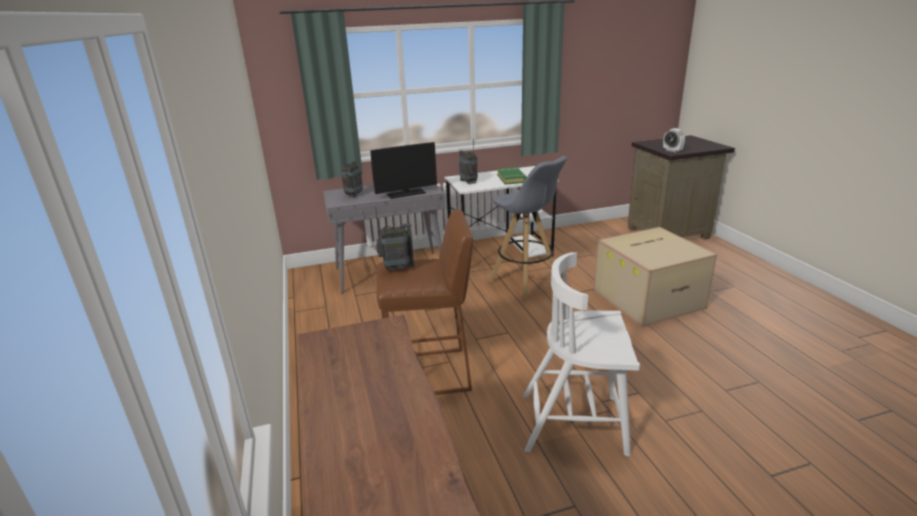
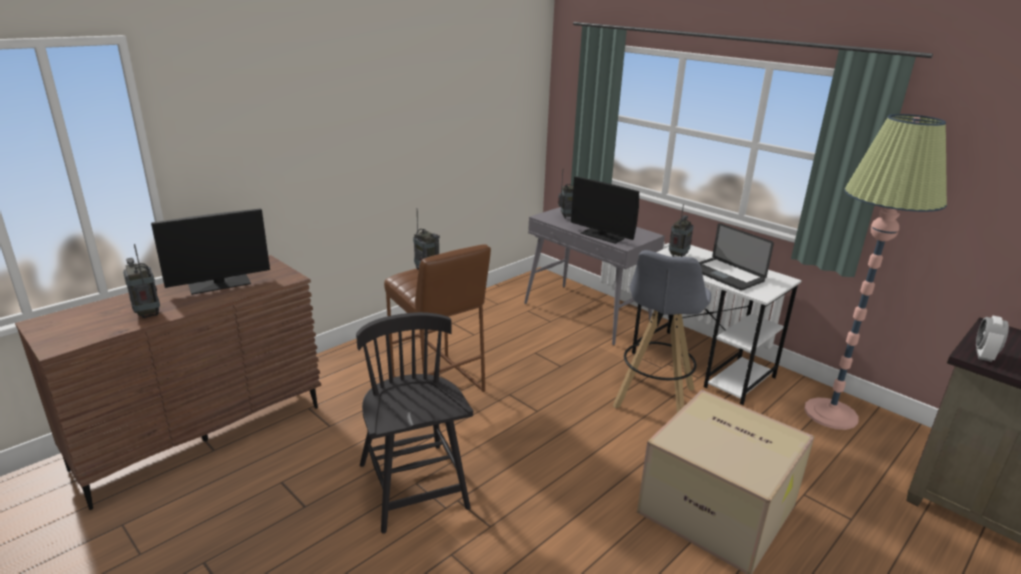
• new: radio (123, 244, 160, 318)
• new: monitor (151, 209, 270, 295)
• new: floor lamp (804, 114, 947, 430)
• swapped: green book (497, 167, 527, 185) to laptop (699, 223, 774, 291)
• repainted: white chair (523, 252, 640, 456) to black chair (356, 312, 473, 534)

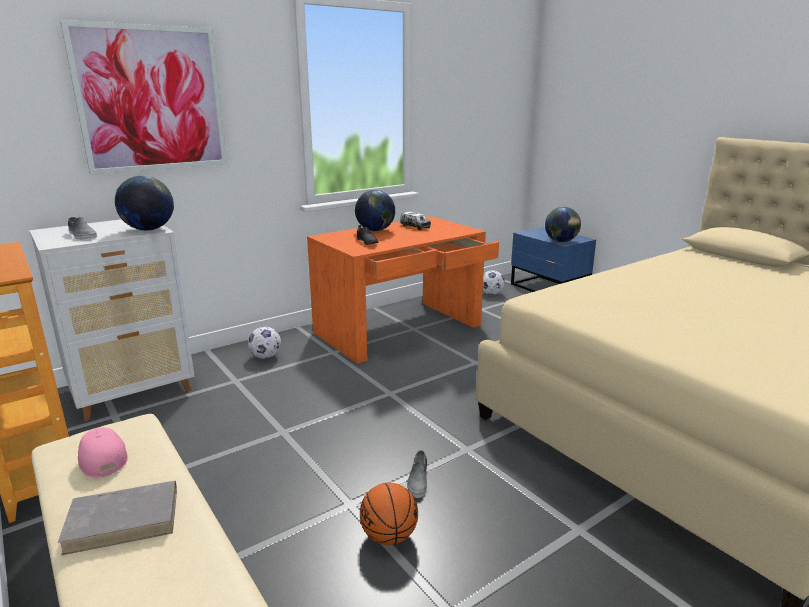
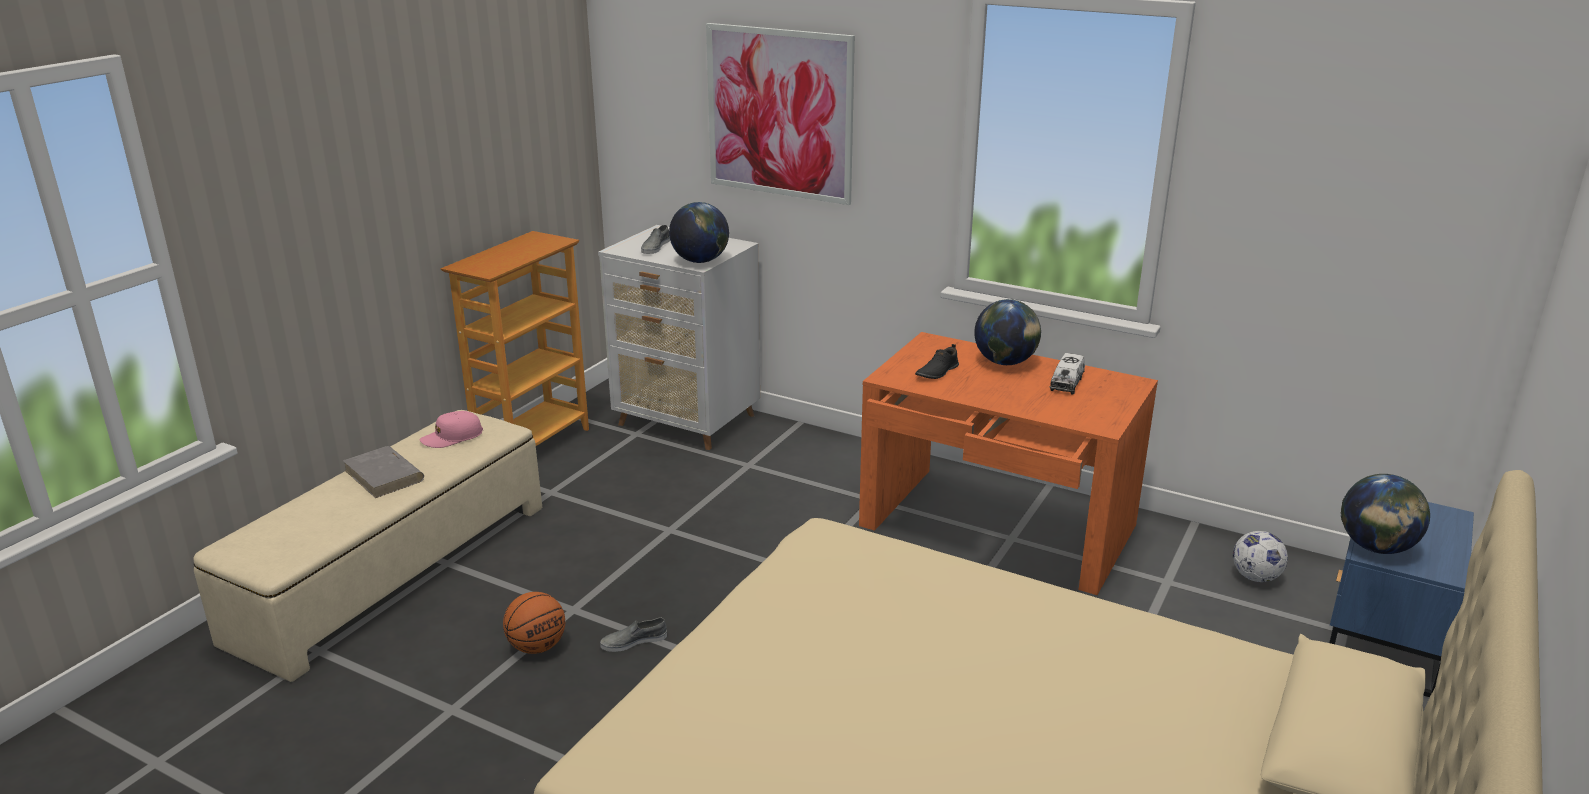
• gone: football (248, 327, 281, 359)
• rotated: pink cap (78, 427, 128, 477) = (420, 411, 483, 448) 150 degrees counterclockwise

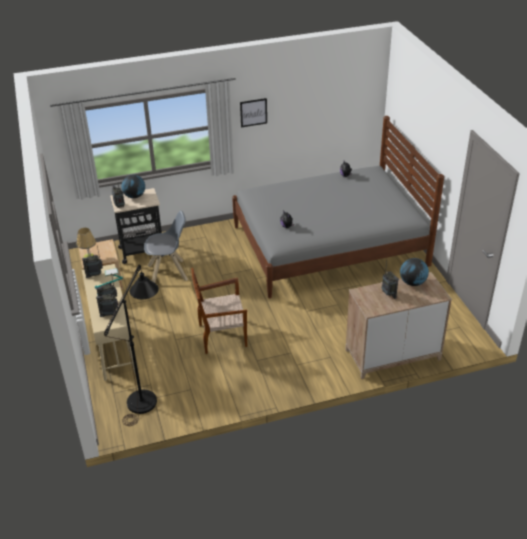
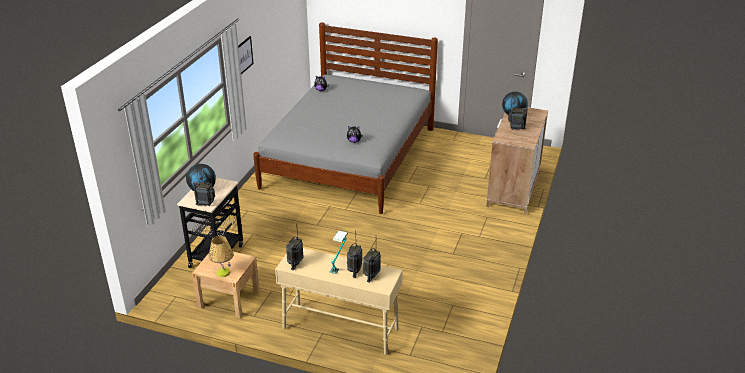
• gone: black floor lamp (104, 265, 159, 426)
• gone: grey chair (144, 211, 188, 283)
• gone: brown armchair (191, 268, 247, 354)

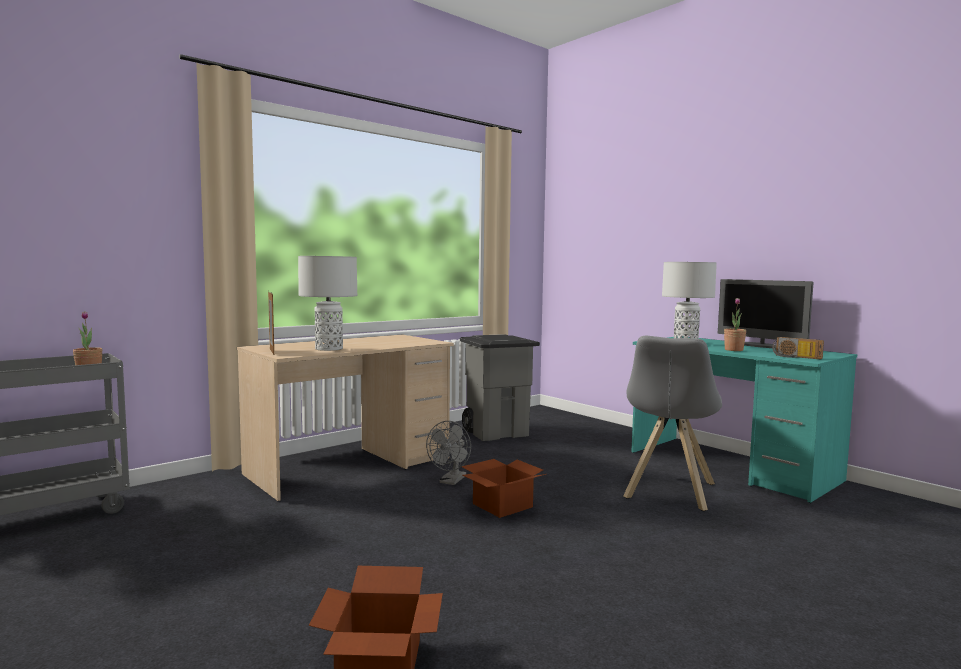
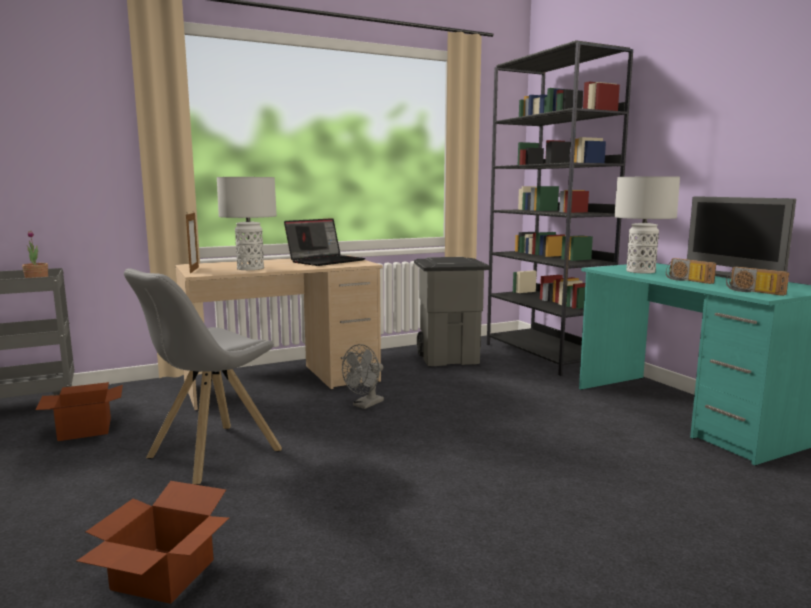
• new: laptop (284, 218, 365, 266)
• new: black bookcase (487, 40, 633, 376)
• shifted: cardboard box (461, 459, 546, 518) to (36, 382, 123, 441)
• shifted: grey chair (623, 336, 722, 511) to (124, 268, 282, 485)
• swapped: potted plant (724, 298, 746, 351) to radio (666, 258, 716, 284)

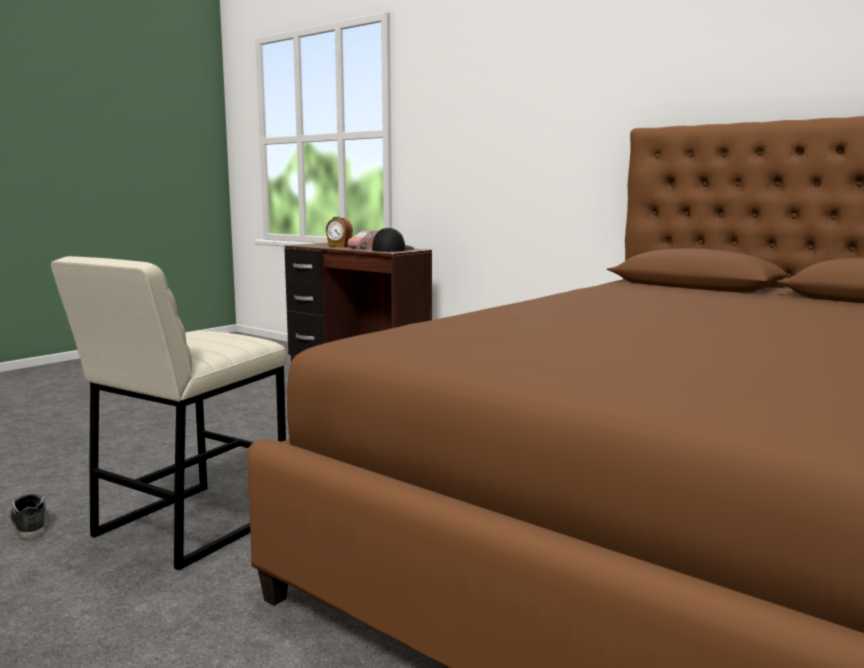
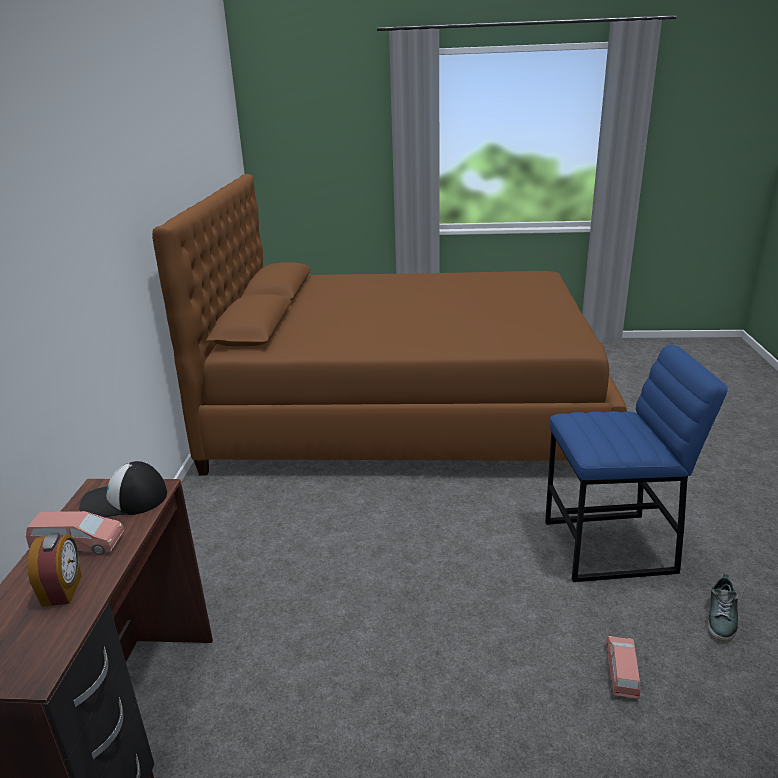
• new: pink toy car (606, 636, 640, 699)
• repainted: beige chair (51, 256, 286, 570) to blue chair (545, 345, 728, 582)

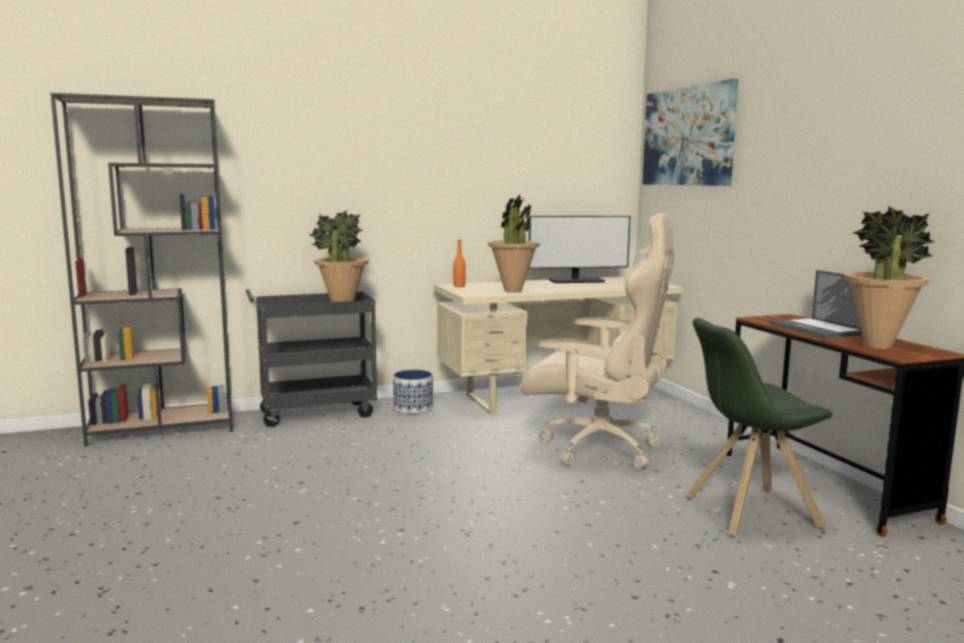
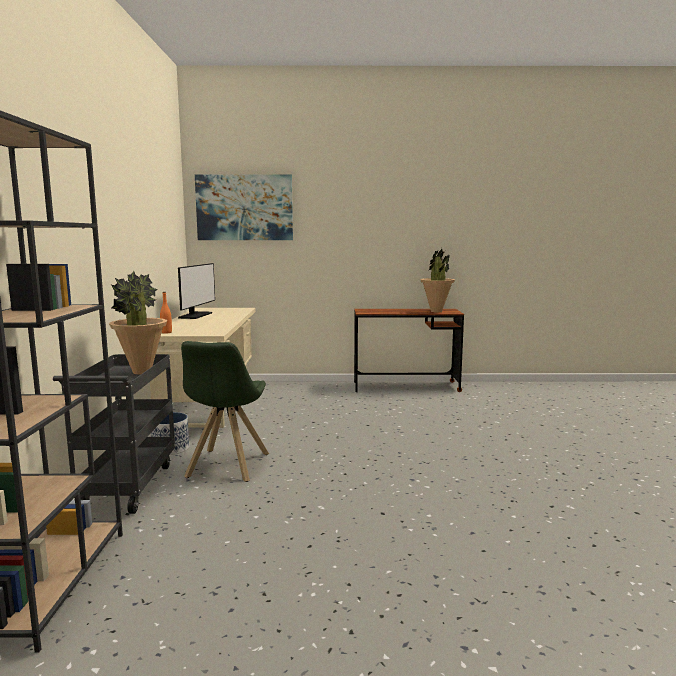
• gone: potted plant (488, 193, 540, 293)
• gone: beige office chair (521, 213, 674, 469)
• gone: laptop (770, 270, 862, 338)
• shifted: green chair (685, 318, 832, 537) to (181, 341, 269, 482)

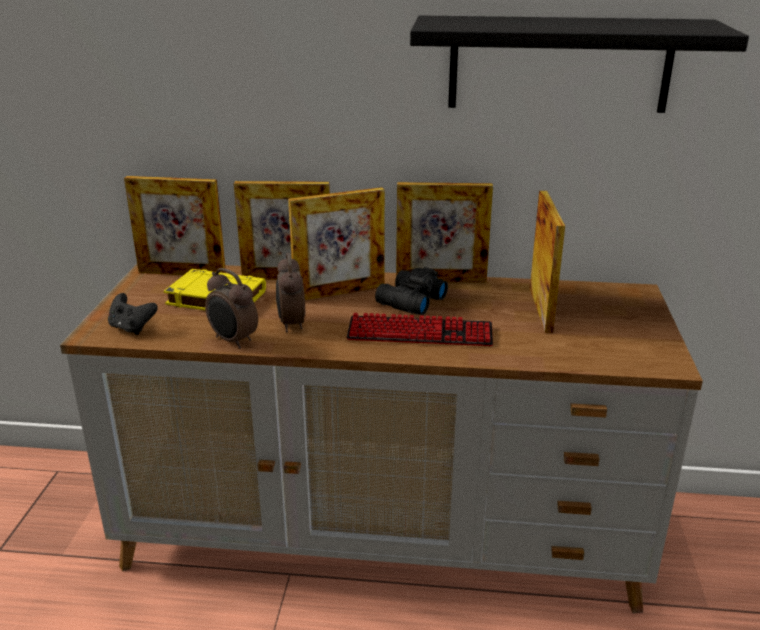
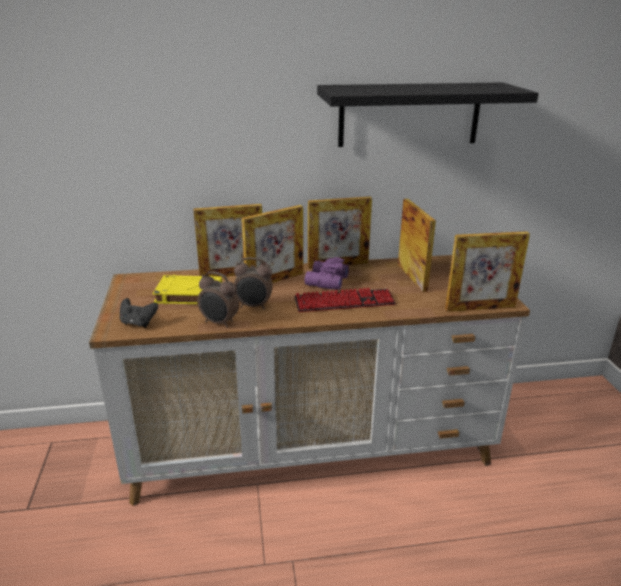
• shifted: picture frame (124, 176, 226, 275) to (445, 231, 530, 312)
• repainted: black binoculars (375, 267, 448, 315) to purple binoculars (305, 257, 349, 290)
• rotated: alarm clock (276, 253, 305, 332) = (234, 257, 273, 309) 60 degrees counterclockwise

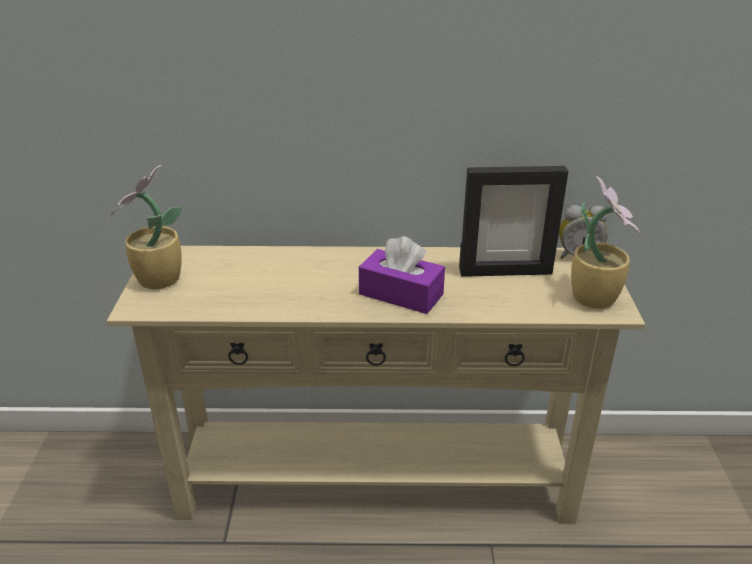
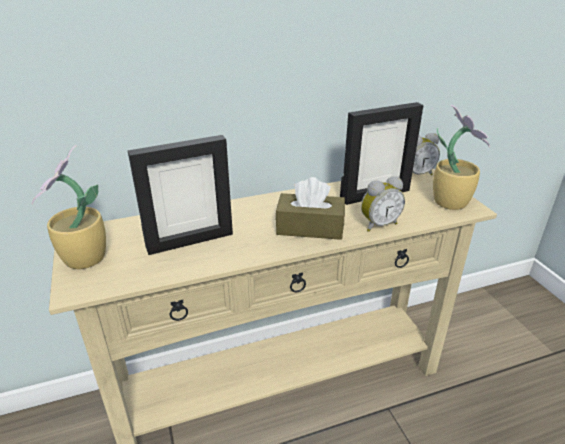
• new: picture frame (128, 135, 233, 255)
• new: alarm clock (361, 176, 405, 232)
• repainted: purple tissue box (359, 236, 445, 314) to brown tissue box (276, 177, 345, 240)

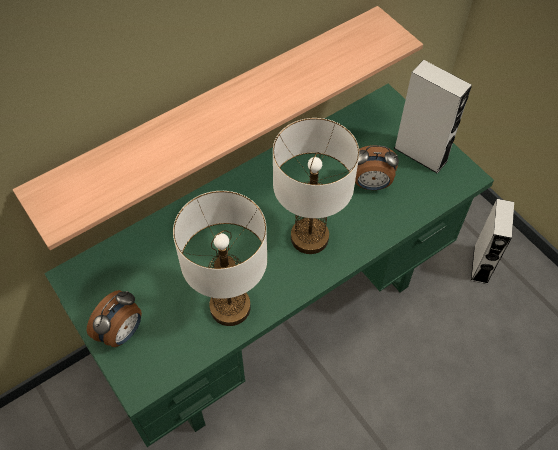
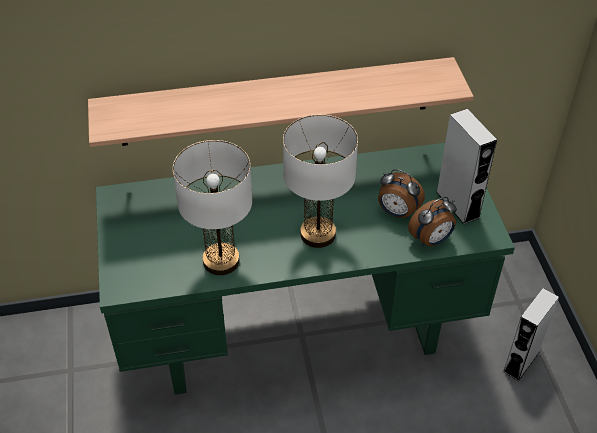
• shifted: alarm clock (87, 290, 142, 347) to (408, 197, 457, 247)

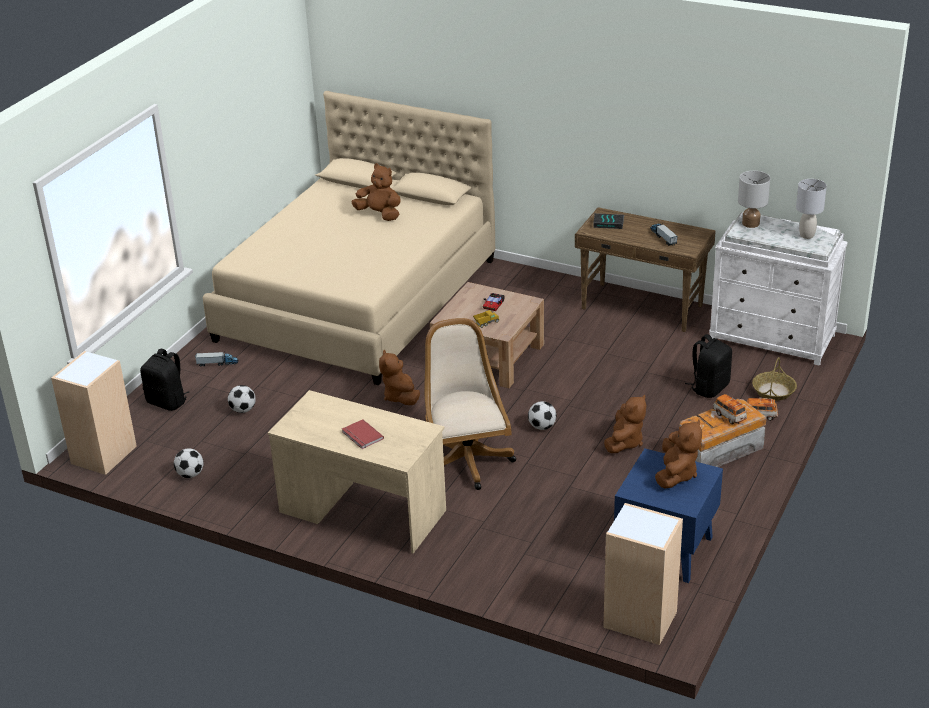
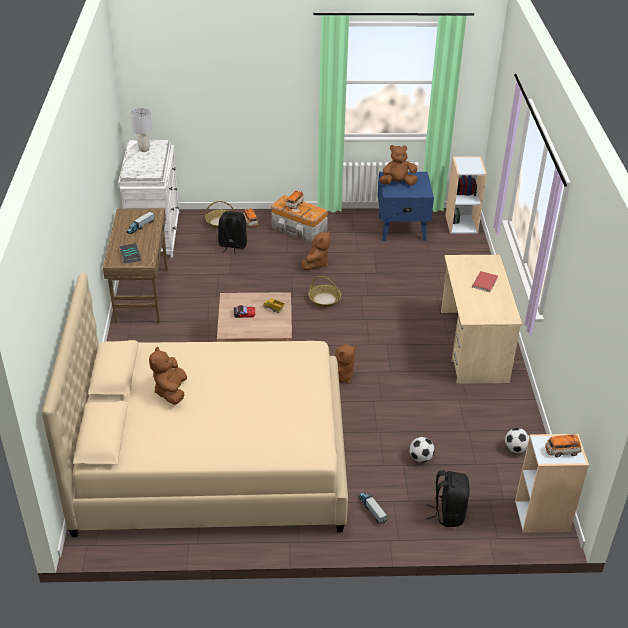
• gone: office chair (424, 318, 516, 490)
• gone: grey table lamp (738, 171, 770, 228)
• new: toy car (545, 434, 581, 457)
• swapped: football (528, 401, 556, 430) to basket (308, 276, 341, 307)
• rotated: brown plush toy (604, 394, 646, 453) = (301, 231, 330, 270) 120 degrees clockwise

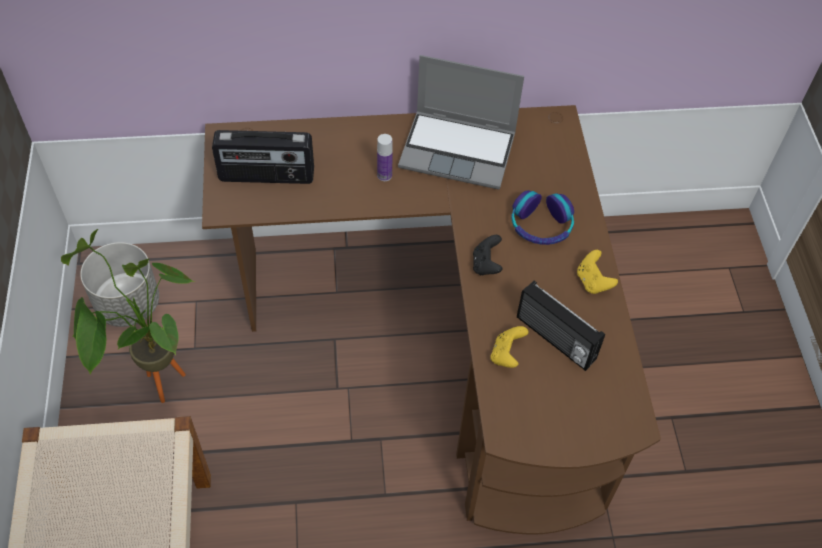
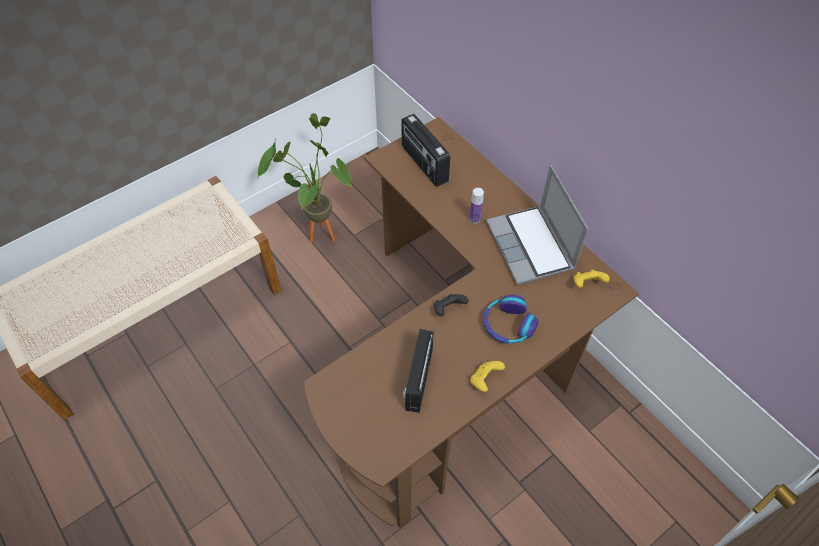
• gone: grey planter (80, 242, 159, 327)
• shifted: yellow game controller (491, 326, 528, 368) to (574, 270, 610, 288)

